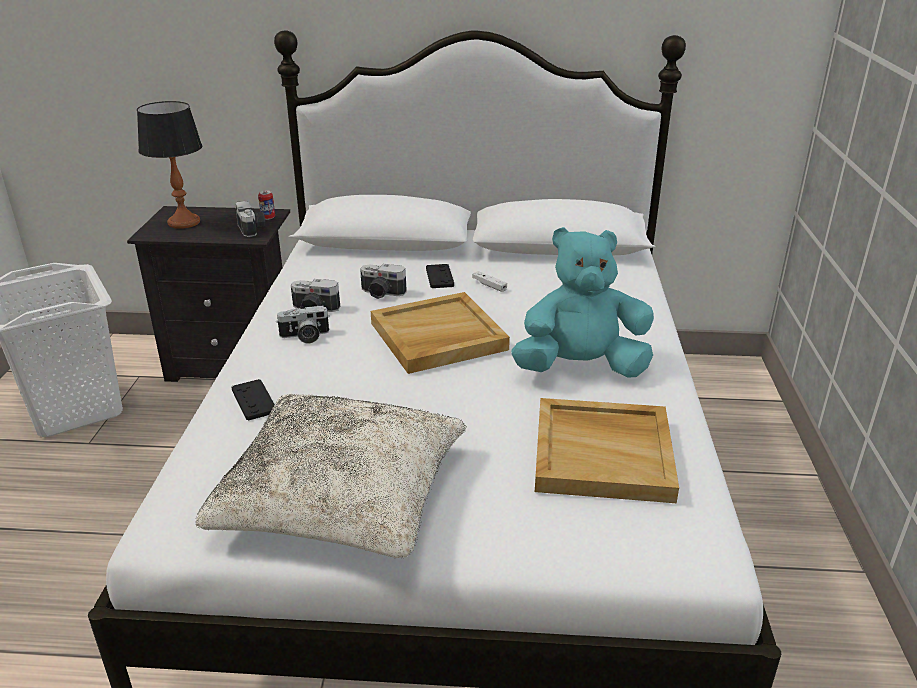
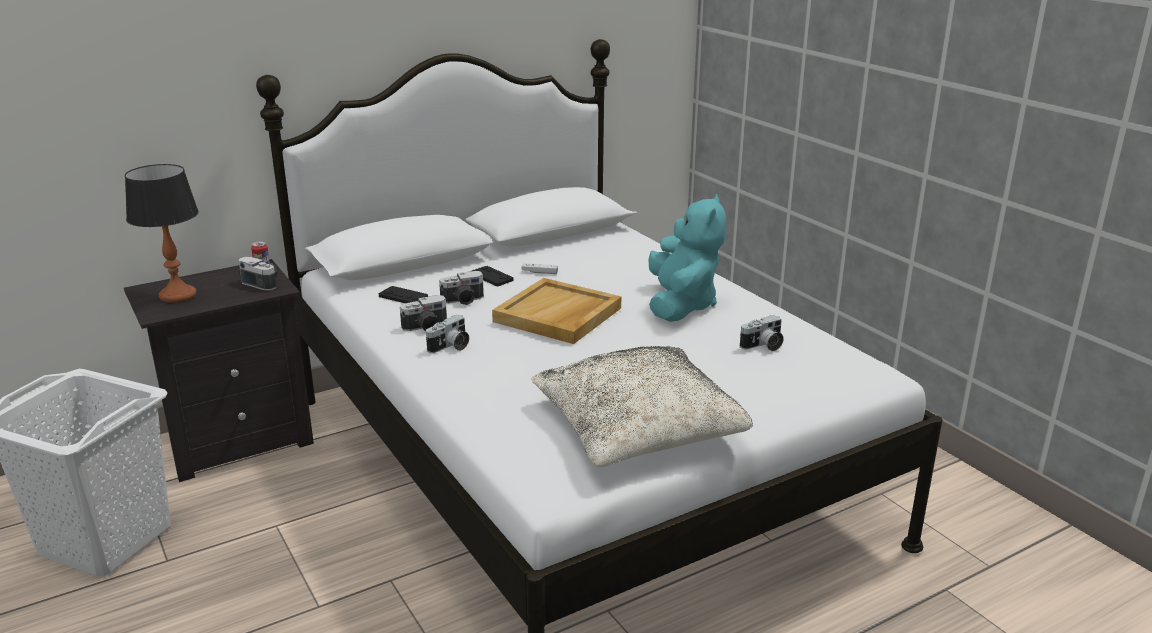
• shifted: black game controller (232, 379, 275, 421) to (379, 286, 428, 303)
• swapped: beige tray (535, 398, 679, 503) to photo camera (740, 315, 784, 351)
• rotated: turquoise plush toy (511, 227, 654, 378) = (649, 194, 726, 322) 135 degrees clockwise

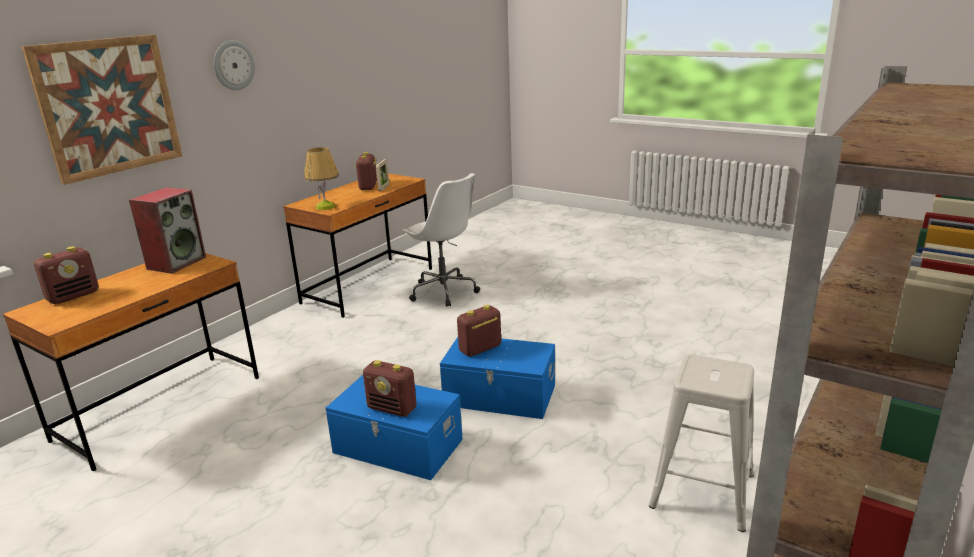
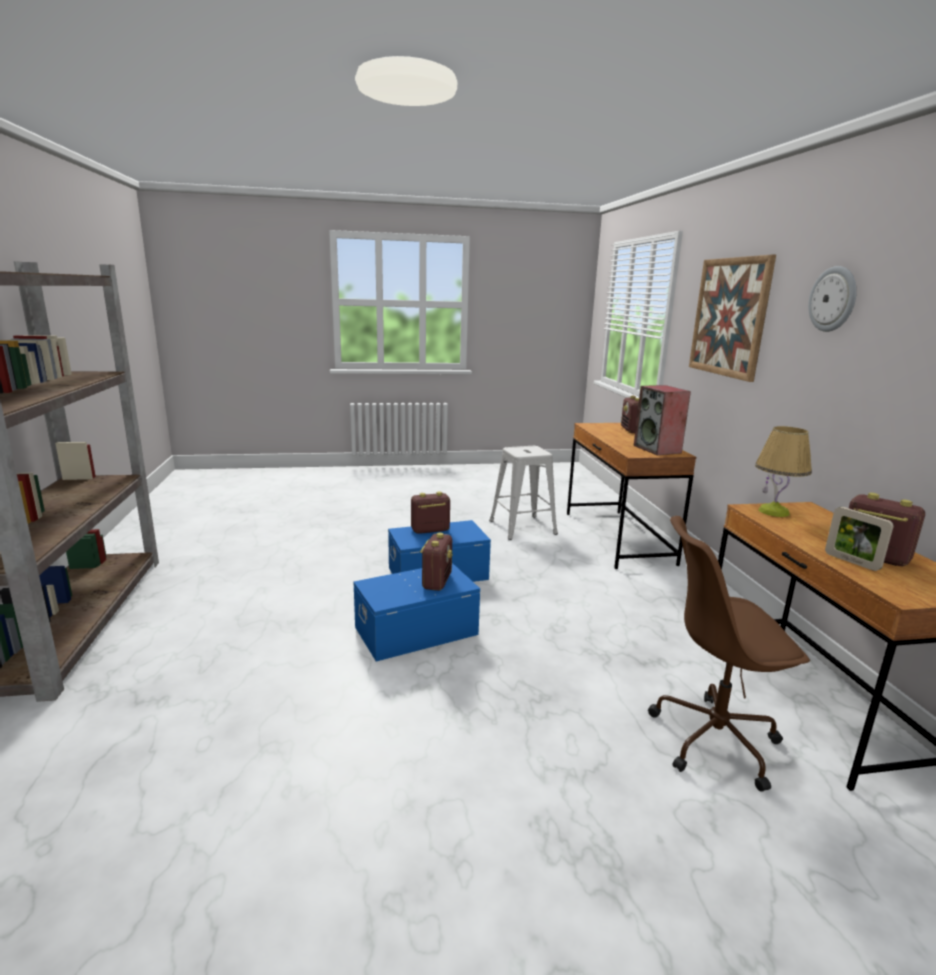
• shifted: white stool (649, 355, 754, 532) to (489, 446, 558, 540)
• repainted: white office chair (403, 173, 480, 307) to brown office chair (648, 516, 810, 792)

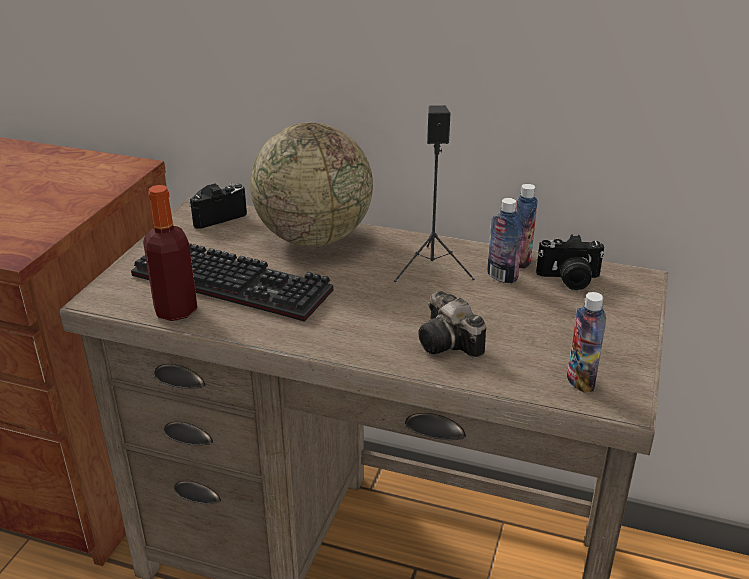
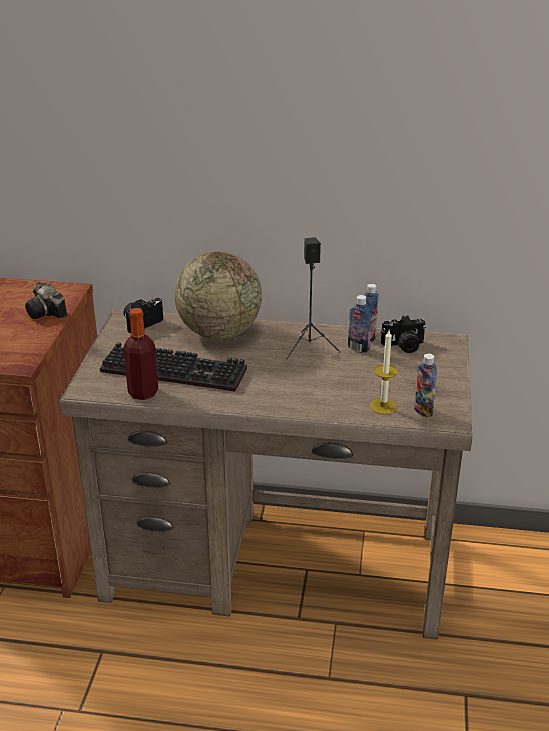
• new: candle (370, 330, 398, 415)
• shifted: photo camera (418, 291, 486, 358) to (25, 282, 67, 319)

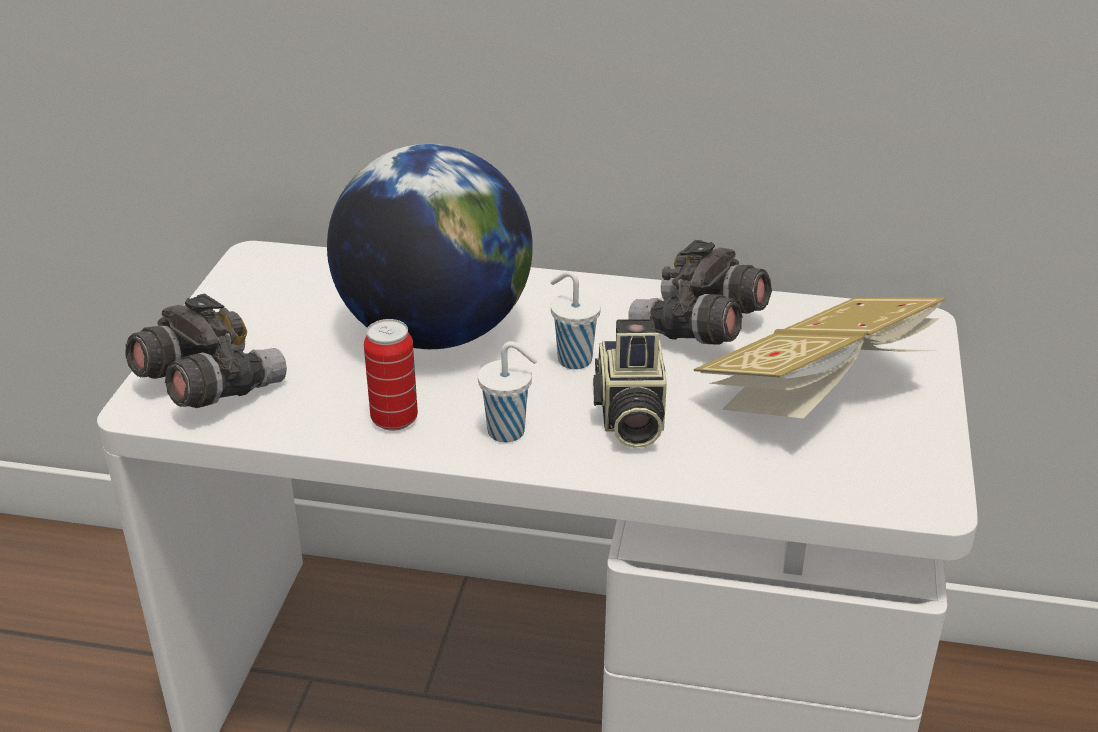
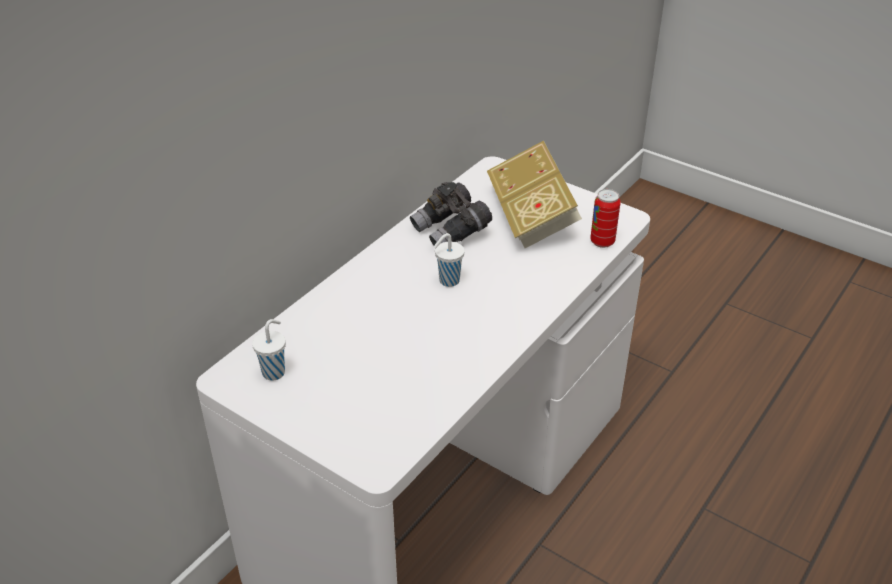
• gone: grey binoculars (126, 293, 287, 408)
• gone: globe (327, 144, 533, 349)
• gone: photo camera (593, 319, 667, 448)
• shifted: can (364, 319, 418, 431) to (590, 189, 621, 248)
• shifted: white cup (478, 341, 538, 443) to (252, 319, 286, 380)

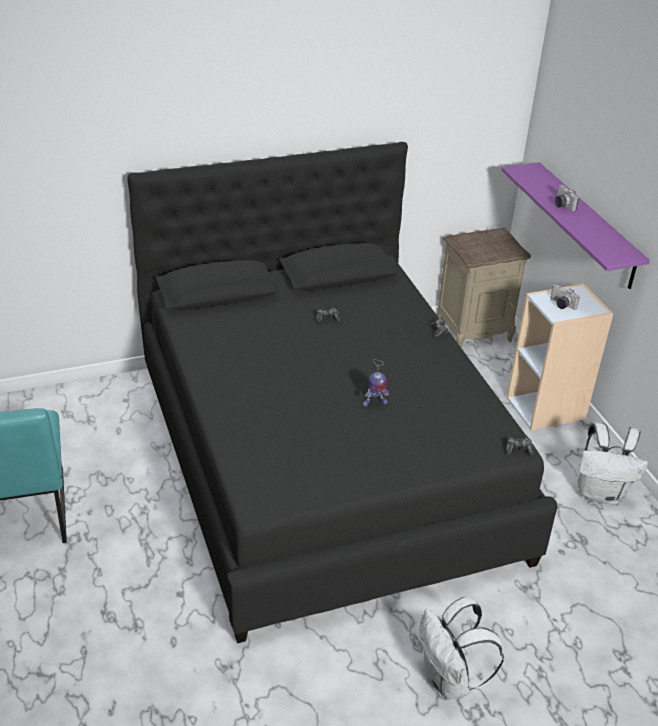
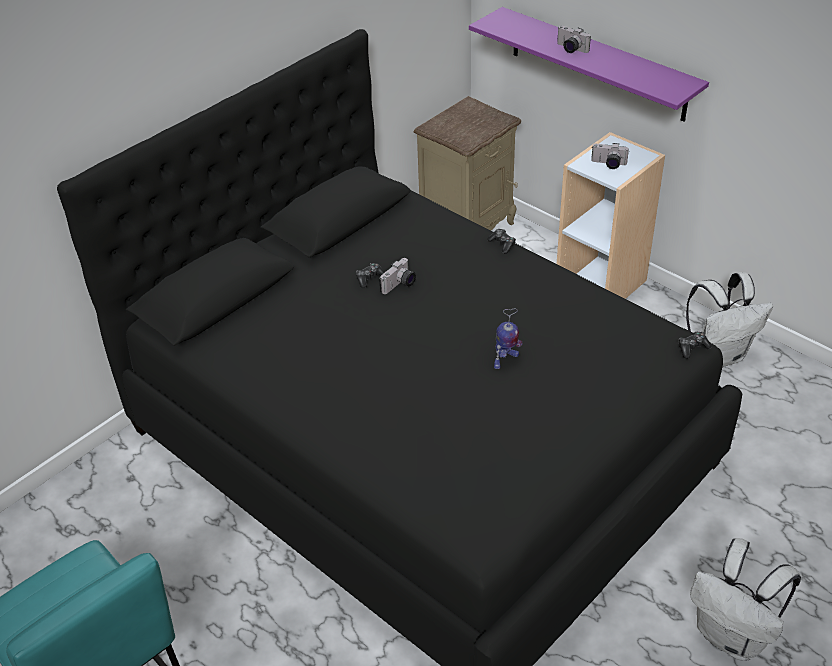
• new: photo camera (379, 258, 416, 294)

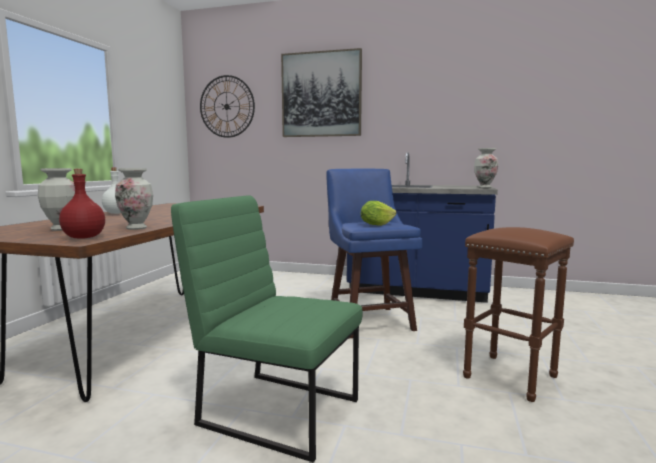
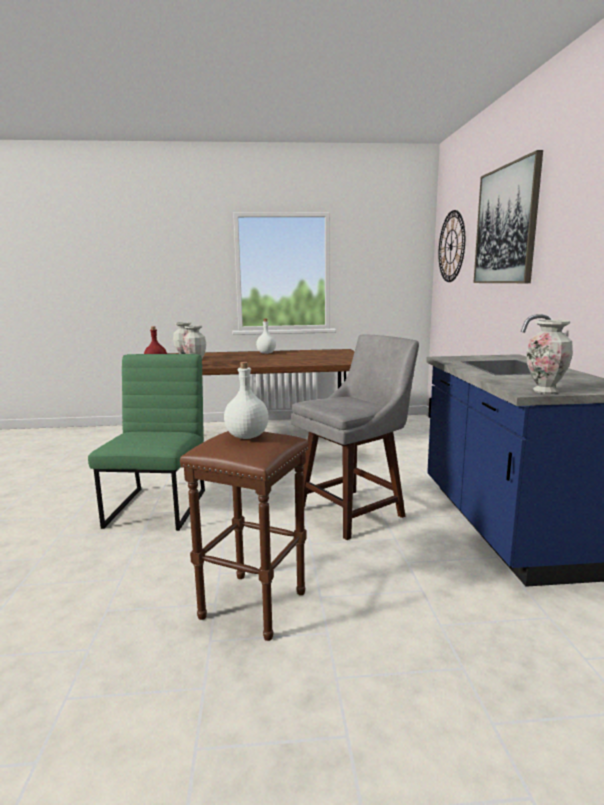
• gone: lettuce (361, 201, 397, 226)
• new: white bottle (224, 362, 269, 439)
• repainted: blue stool (326, 169, 422, 338) to grey stool (291, 334, 419, 540)

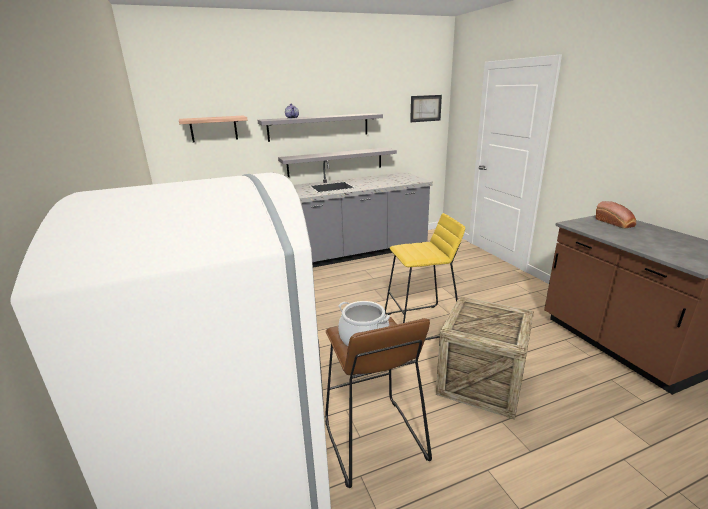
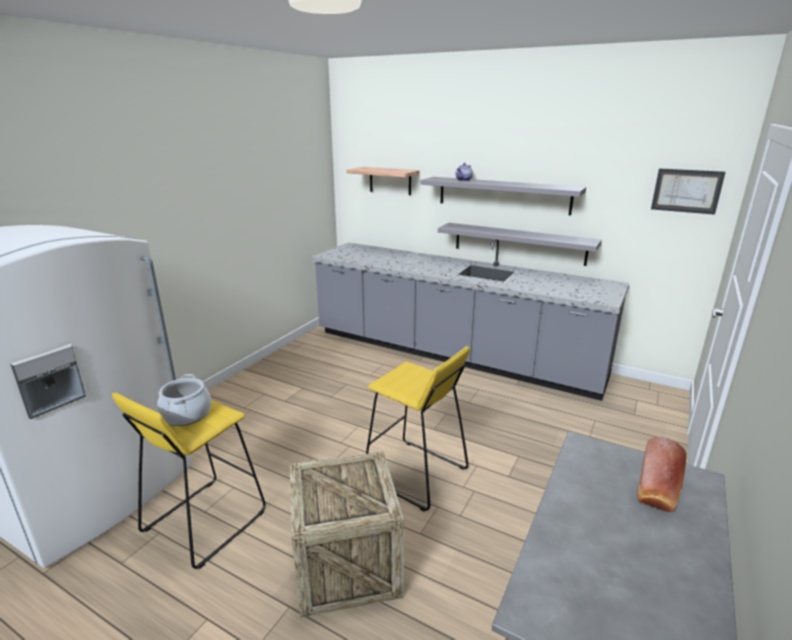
• repainted: brown stool (325, 317, 432, 488) to yellow stool (112, 393, 266, 569)

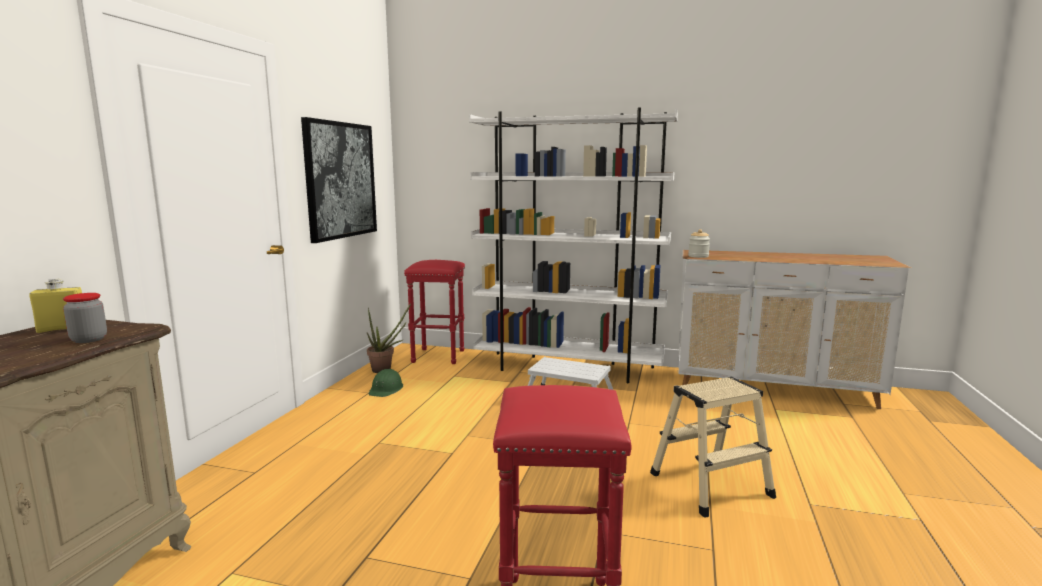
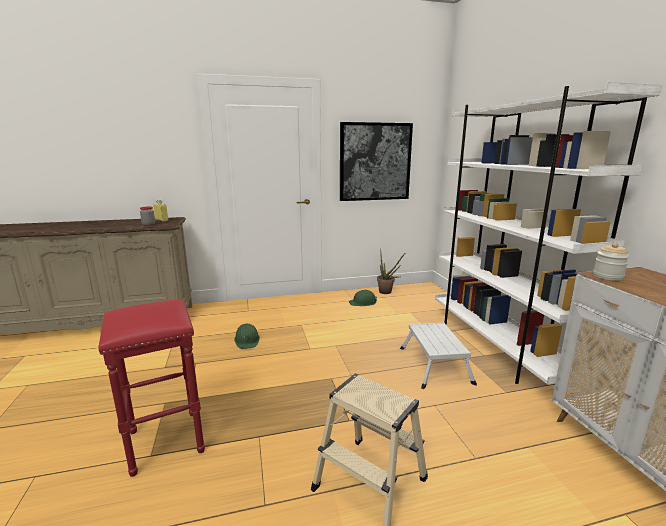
• gone: red stool (404, 260, 465, 364)
• new: green hard hat (234, 323, 260, 349)

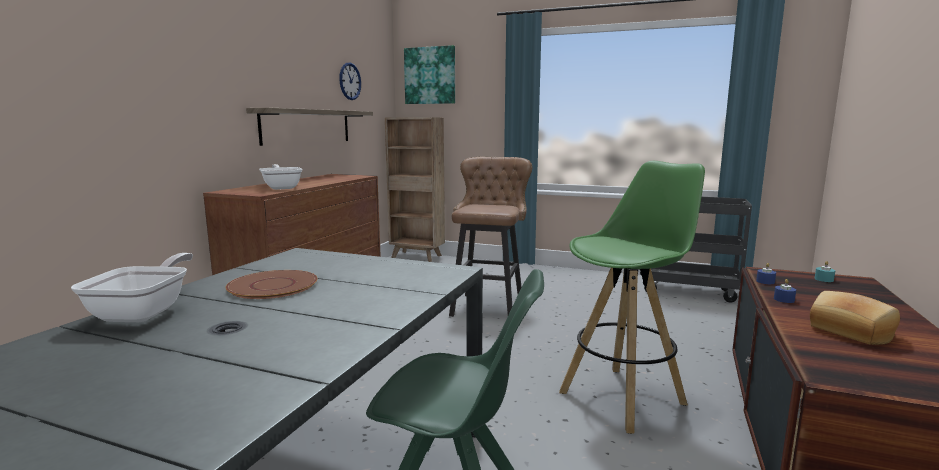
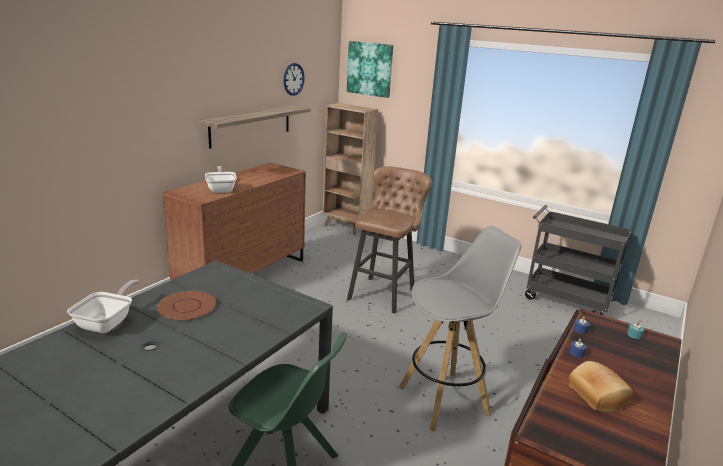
• repainted: green stool (559, 161, 705, 434) to grey stool (399, 226, 522, 431)

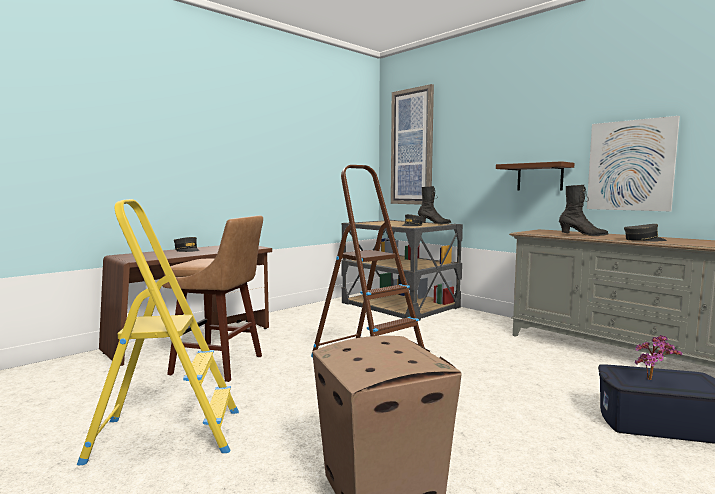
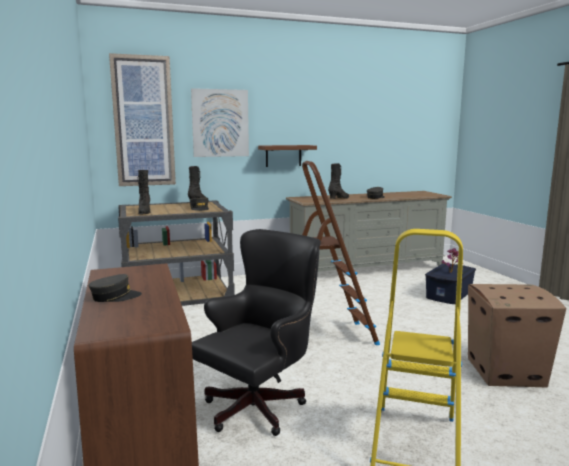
• new: black boot (137, 170, 151, 214)
• shifted: picture (587, 116, 680, 212) to (191, 88, 249, 157)
• swapped: brown stool (162, 216, 263, 382) to black office chair (192, 229, 321, 436)

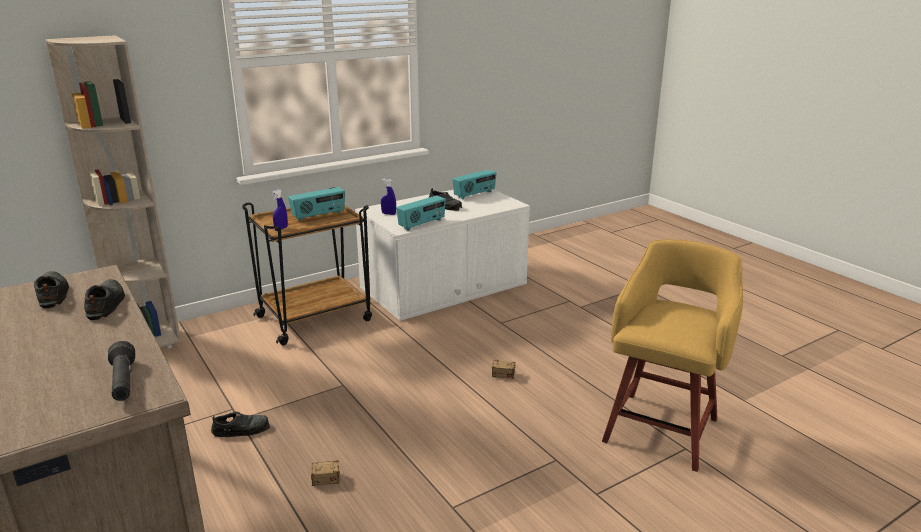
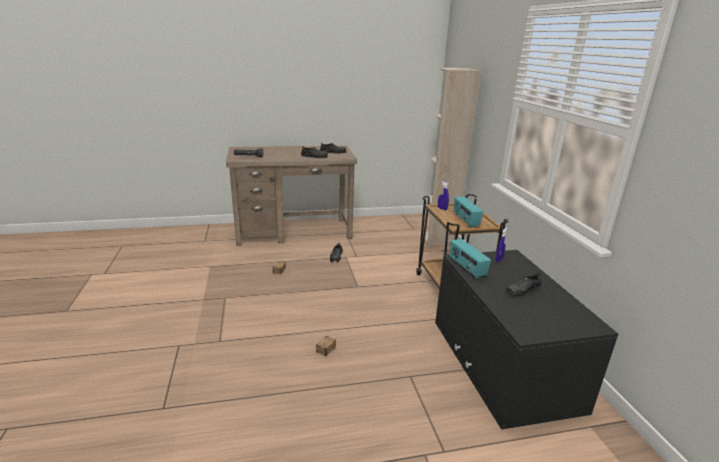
• gone: radio (452, 170, 496, 200)
• gone: yellow stool (602, 239, 743, 472)
• repainted: white cabinet (355, 189, 530, 321) to black cabinet (435, 250, 618, 430)

